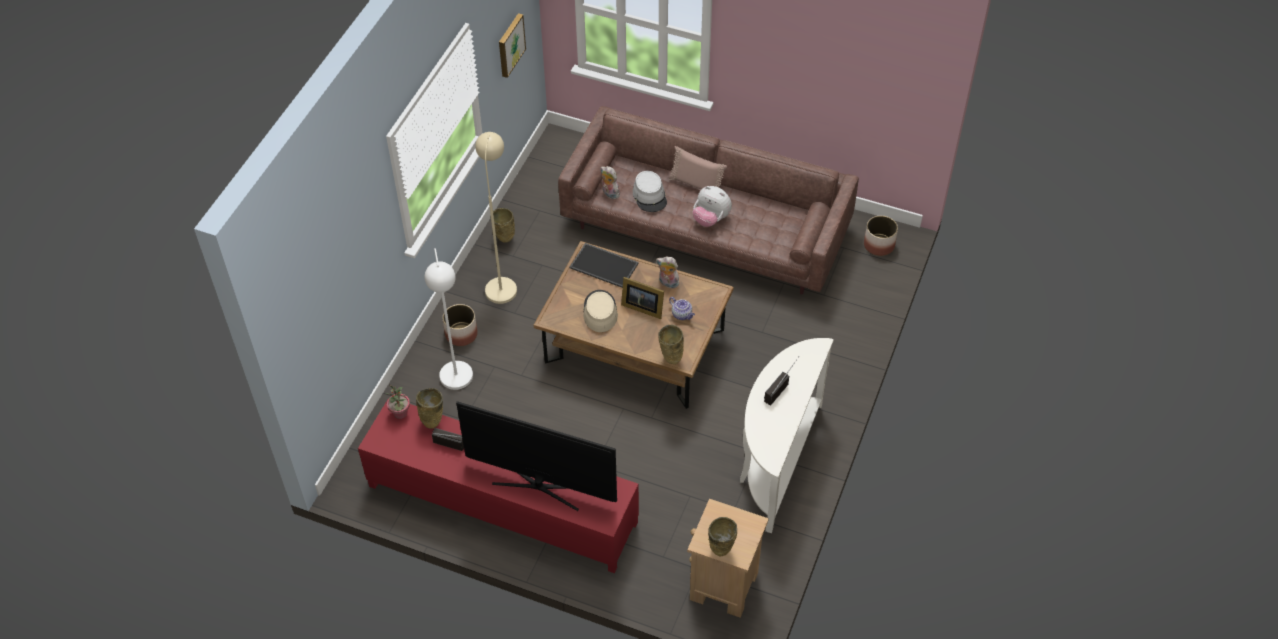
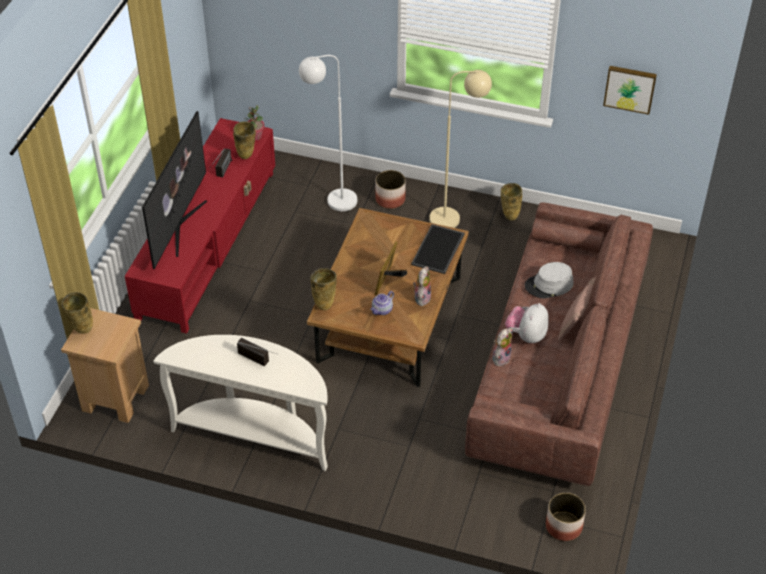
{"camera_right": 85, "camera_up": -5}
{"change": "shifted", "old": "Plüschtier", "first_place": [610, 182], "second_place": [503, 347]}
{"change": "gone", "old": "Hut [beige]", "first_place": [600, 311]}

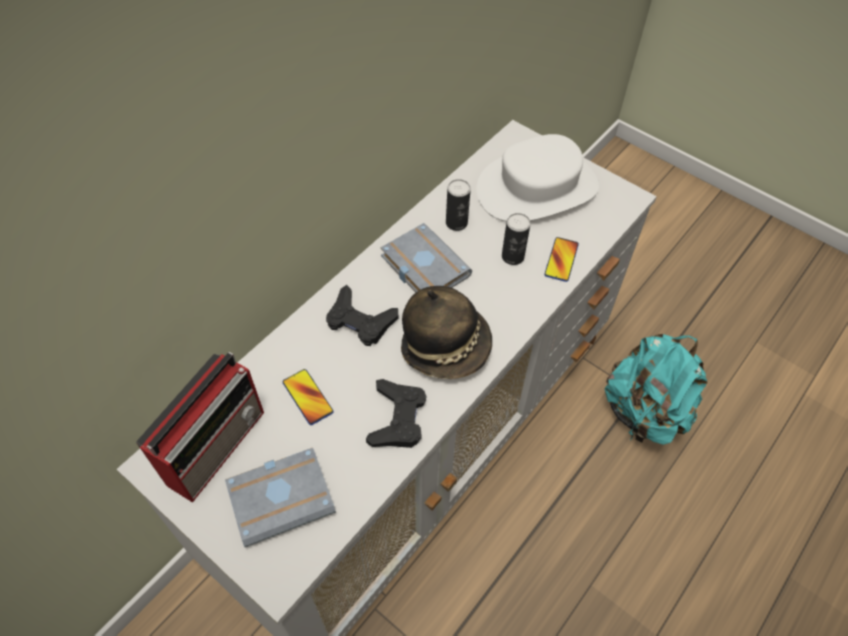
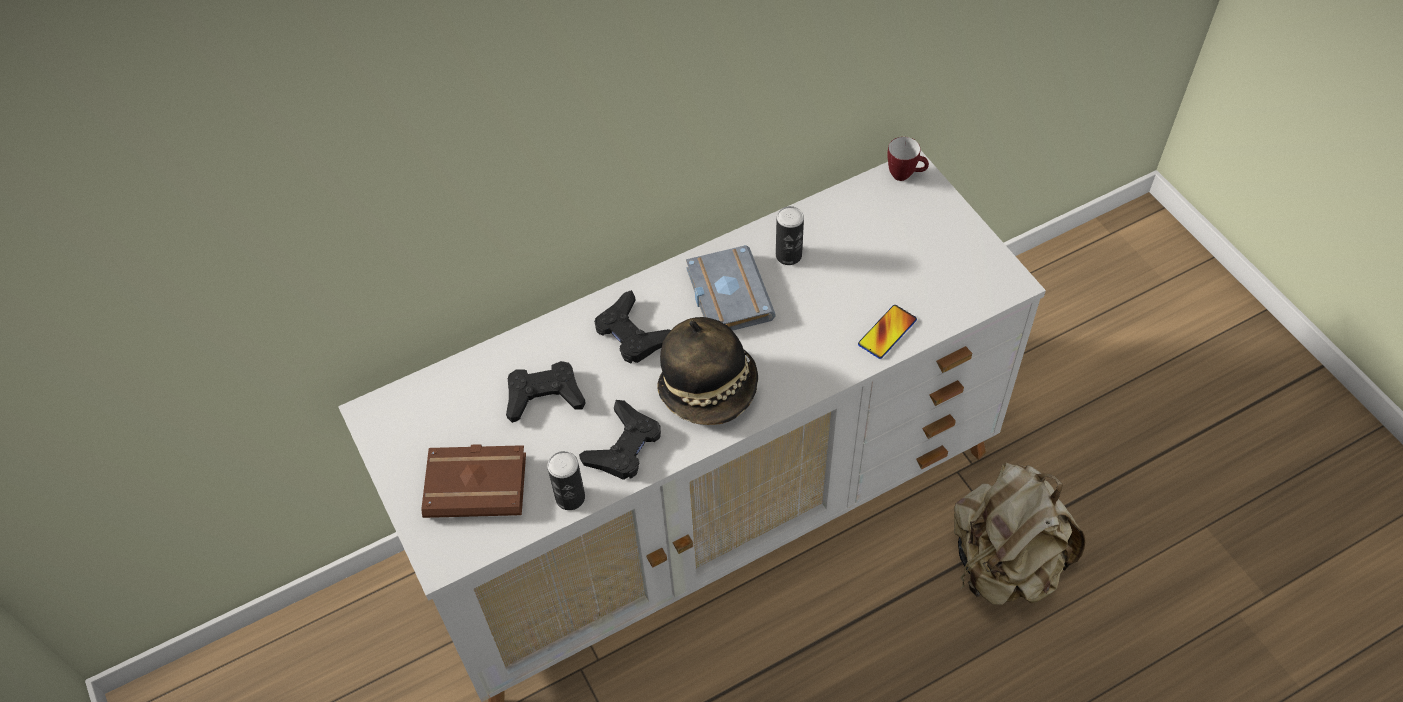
{"camera_right": 25, "camera_up": 0}
{"change": "gone", "old": "Hut [weiß]", "first_place": [538, 178]}
{"change": "shifted", "old": "Dose", "first_place": [516, 239], "second_place": [566, 480]}
{"change": "repainted", "old": "Rucksack [türkis]", "new": "Rucksack [beige]", "first_place": [656, 389], "second_place": [1020, 534]}
{"change": "gone", "old": "Radio", "first_place": [200, 427]}
{"change": "swapped", "old": "Handy", "new": "Gamepad [schwarz]", "first_place": [308, 397], "second_place": [546, 392]}
{"change": "repainted", "old": "Buch [grau]", "new": "Buch [braun]", "first_place": [280, 497], "second_place": [473, 481]}
{"change": "new", "new": "Henkelbecher", "second_place": [908, 159]}

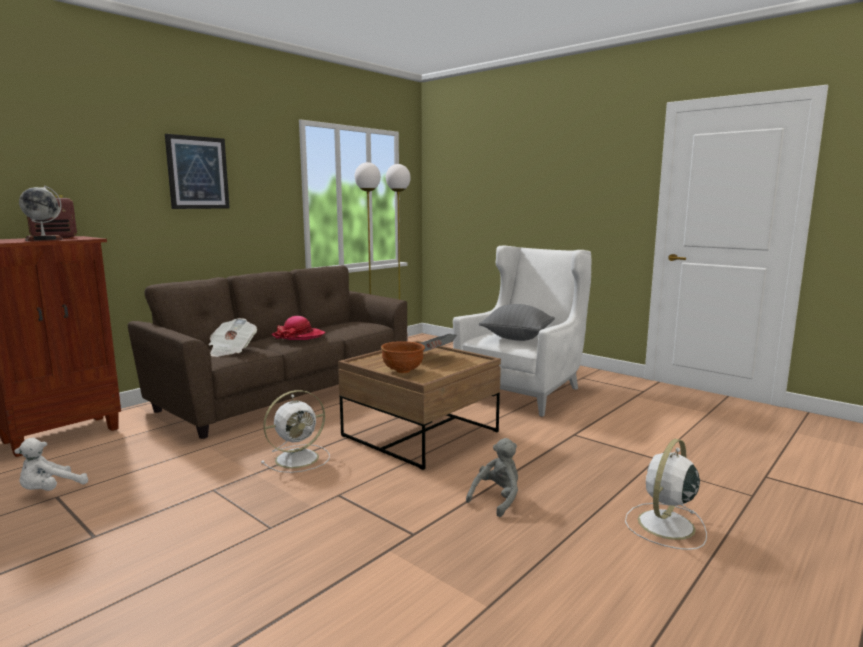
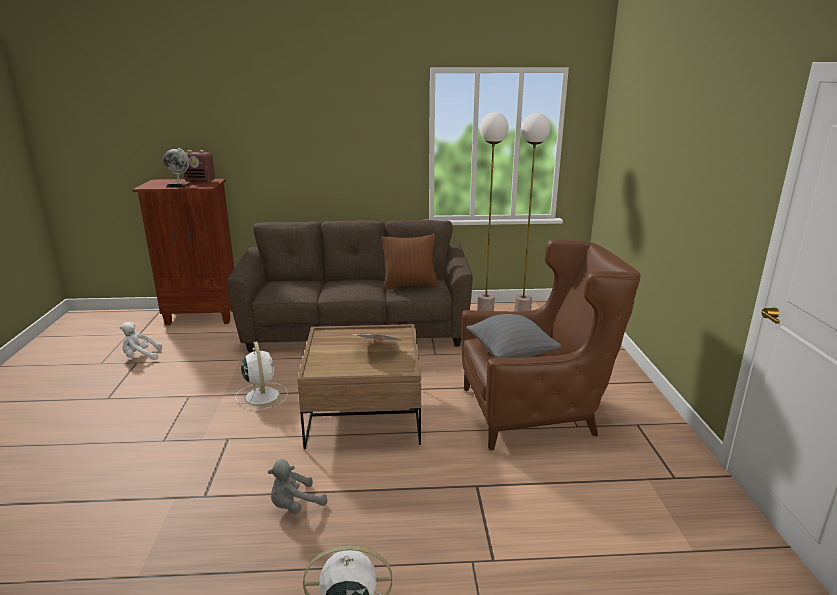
{"camera_right": 45, "camera_up": 10}
{"change": "gone", "old": "Bild", "first_place": [197, 171]}
{"change": "repainted", "old": "Sessel [weiß]", "new": "Sessel [braun]", "first_place": [522, 331], "second_place": [551, 344]}
{"change": "gone", "old": "Hut", "first_place": [298, 328]}
{"change": "gone", "old": "Zeitung", "first_place": [232, 337]}
{"change": "gone", "old": "Schüssel [braun]", "first_place": [403, 357]}
{"change": "rotated", "old": "Ventilator [weiß]", "first_place": [295, 431], "second_place": [261, 377], "degrees": -120}
{"change": "rotated", "old": "Plüschtier [grau]", "first_place": [492, 477], "second_place": [297, 486], "degrees": 150}
{"change": "new", "new": "Kissen [braun]", "second_place": [409, 261]}

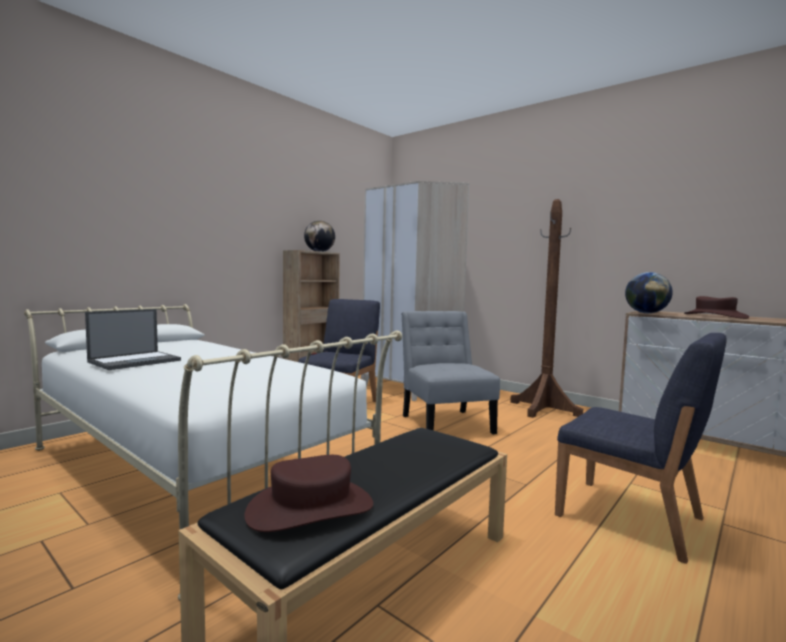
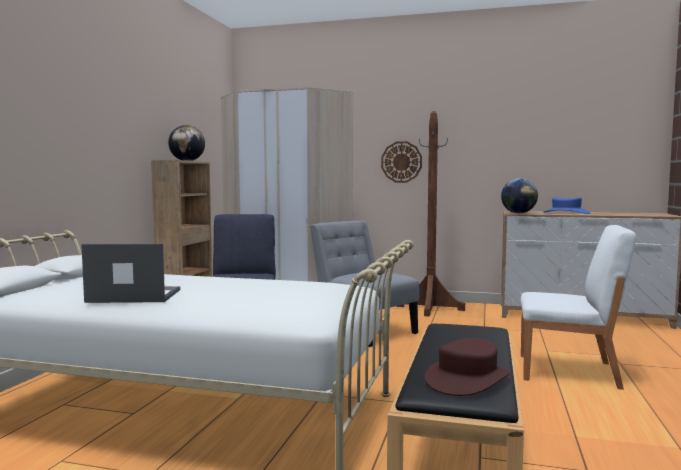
{"camera_right": -25, "camera_up": 0}
{"change": "repainted", "old": "Hut [braun]", "new": "Hut [blau]", "first_place": [716, 307], "second_place": [567, 205]}
{"change": "rotated", "old": "Laptop", "first_place": [133, 339], "second_place": [130, 273], "degrees": -105}
{"change": "repainted", "old": "Stuhl [blau]", "new": "Stuhl [weiß]", "first_place": [641, 448], "second_place": [578, 307]}
{"change": "new", "new": "Wanduhr", "second_place": [401, 162]}

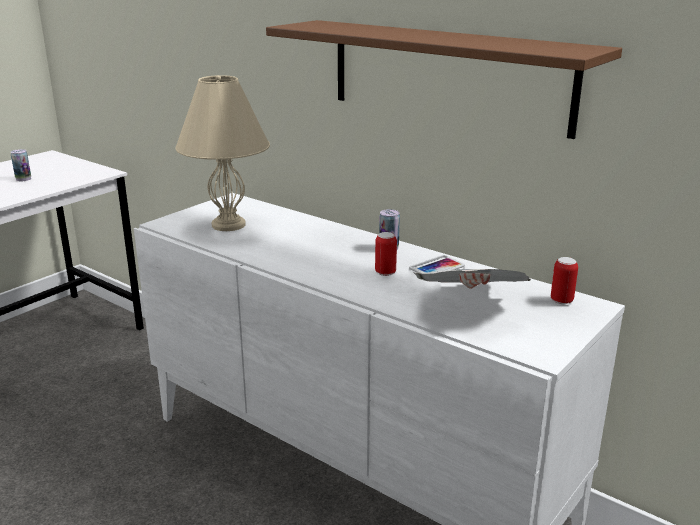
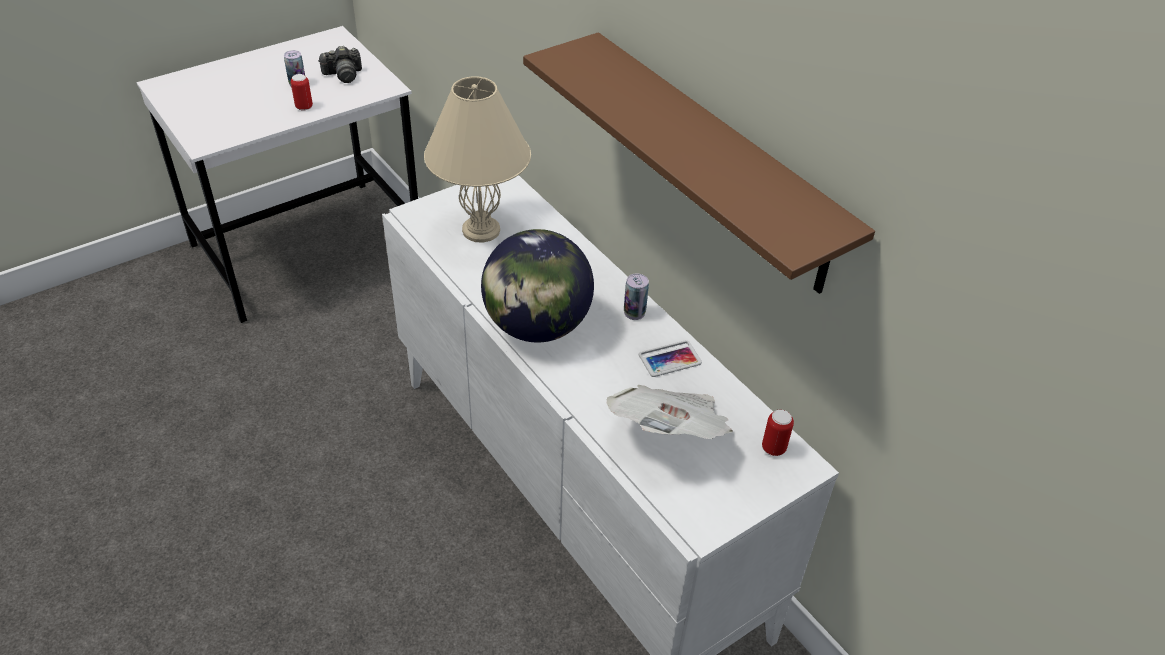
{"camera_right": 15, "camera_up": 20}
{"change": "shifted", "old": "Dose", "first_place": [386, 254], "second_place": [302, 92]}
{"change": "new", "new": "Kamera", "second_place": [340, 64]}
{"change": "new", "new": "Globus", "second_place": [537, 286]}

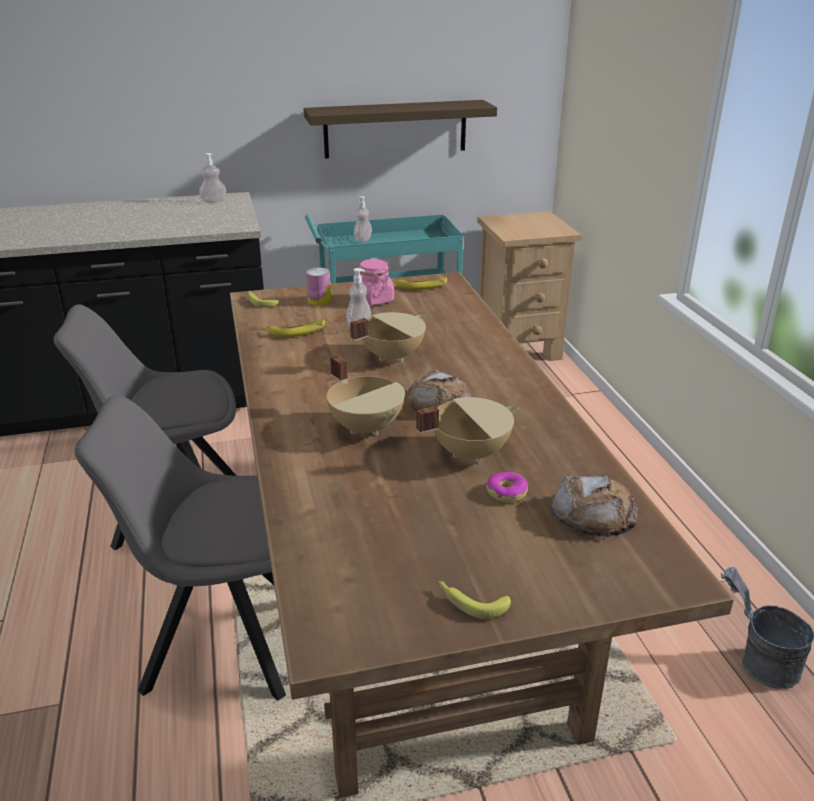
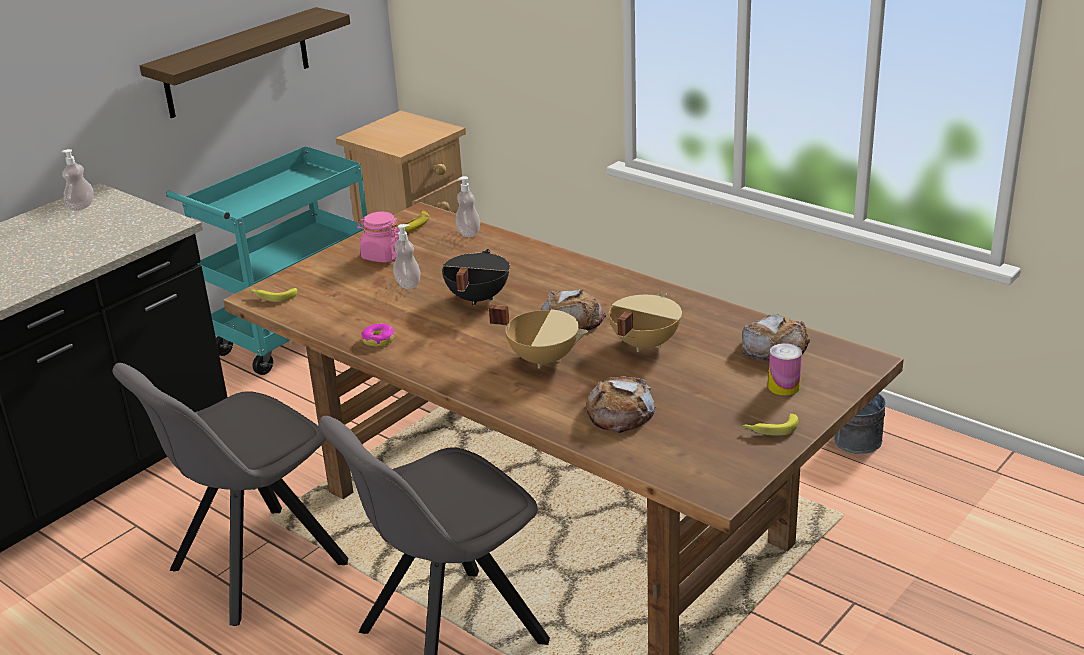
{"camera_right": -35, "camera_up": 0}
{"change": "shifted", "old": "Seifenspender", "first_place": [363, 219], "second_place": [467, 206]}
{"change": "shifted", "old": "Dose", "first_place": [318, 287], "second_place": [785, 369]}
{"change": "repainted", "old": "Kochtopf [beige]", "new": "Kochtopf [schwarz]", "first_place": [388, 337], "second_place": [476, 277]}
{"change": "gone", "old": "Banane", "first_place": [294, 328]}
{"change": "shifted", "old": "Donut", "first_place": [507, 487], "second_place": [377, 335]}
{"change": "new", "new": "Brot", "second_place": [619, 404]}

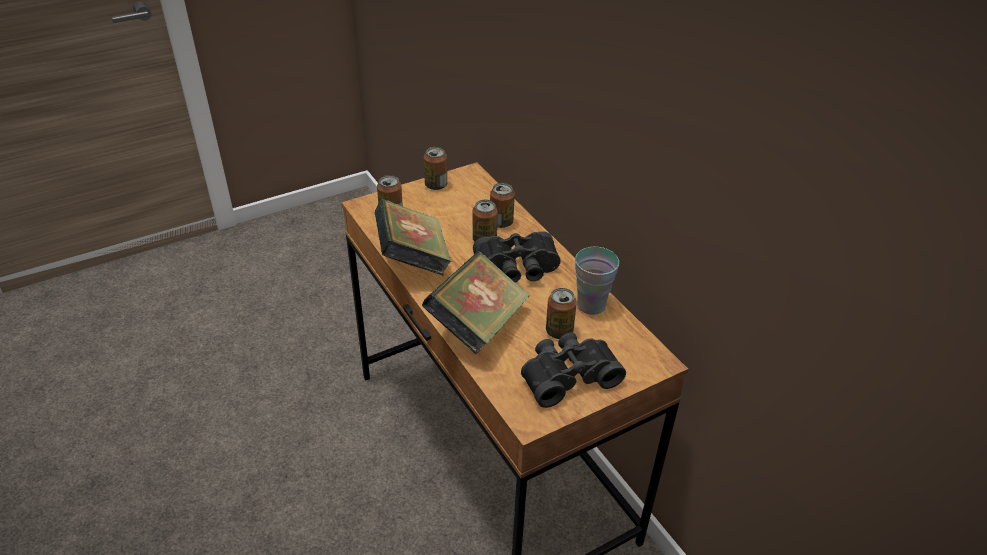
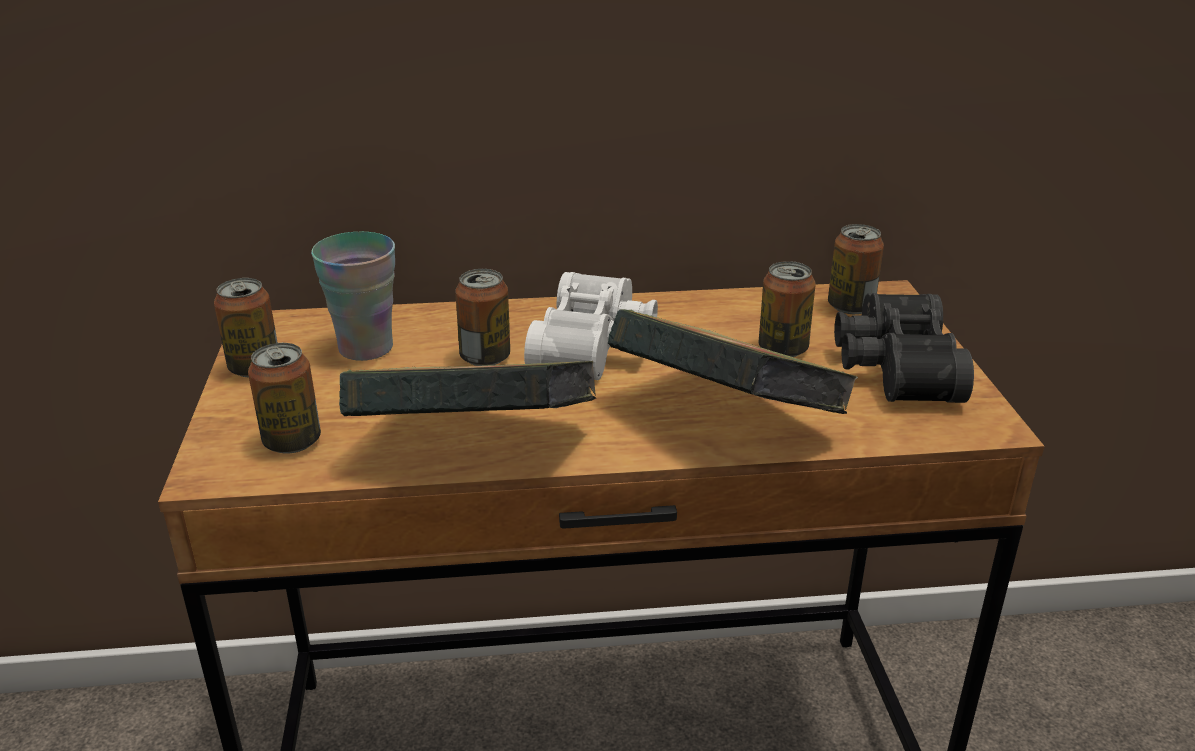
{"camera_right": -65, "camera_up": -10}
{"change": "shifted", "old": "Dose", "first_place": [502, 205], "second_place": [856, 269]}
{"change": "repainted", "old": "Fernglas [schwarz]", "new": "Fernglas [weiß]", "first_place": [517, 257], "second_place": [591, 326]}
{"change": "shifted", "old": "Tasse", "first_place": [597, 281], "second_place": [353, 296]}

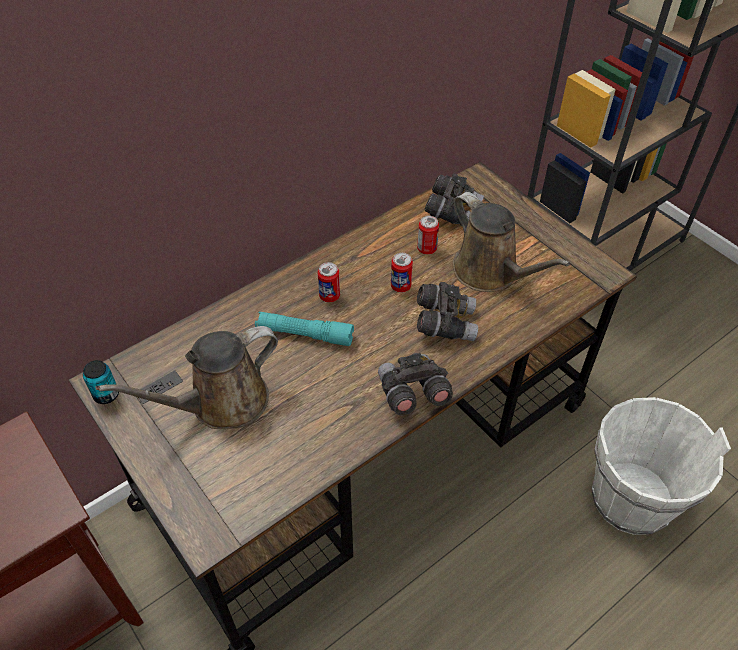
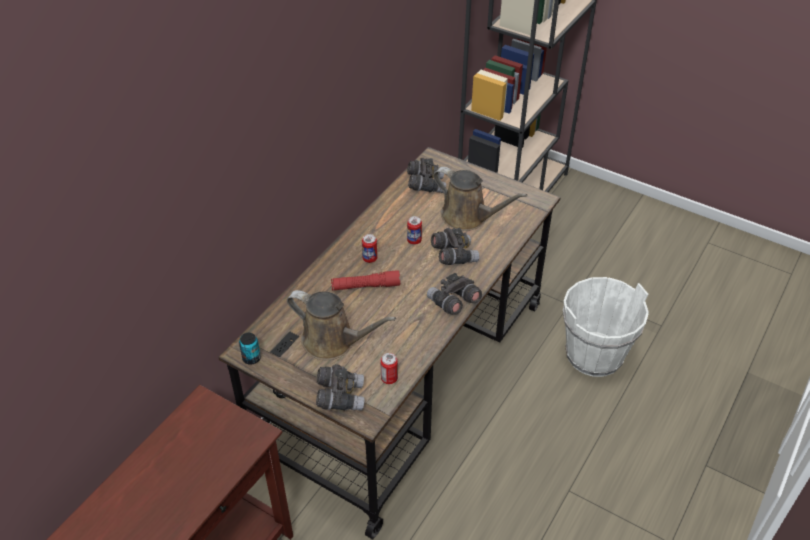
{"camera_right": -20, "camera_up": -5}
{"change": "shifted", "old": "Dose", "first_place": [428, 235], "second_place": [389, 368]}
{"change": "repainted", "old": "Taschenlampe [türkis]", "new": "Taschenlampe [rot]", "first_place": [304, 329], "second_place": [365, 280]}
{"change": "rotated", "old": "Gießkanne [braun]", "first_place": [188, 377], "second_place": [341, 325], "degrees": -105}
{"change": "new", "new": "Fernglas [grau]", "second_place": [340, 387]}

